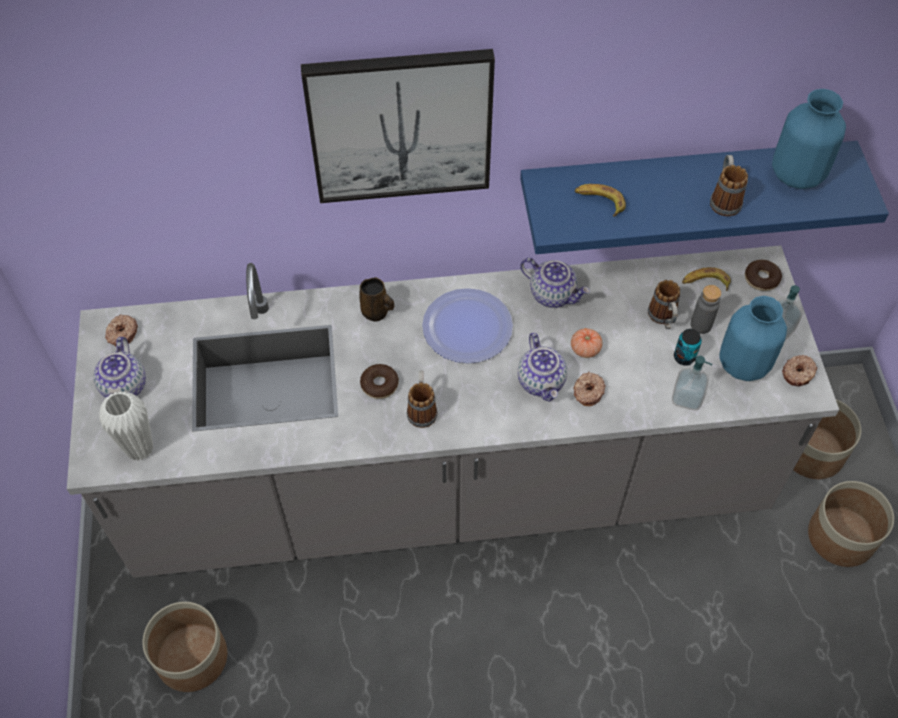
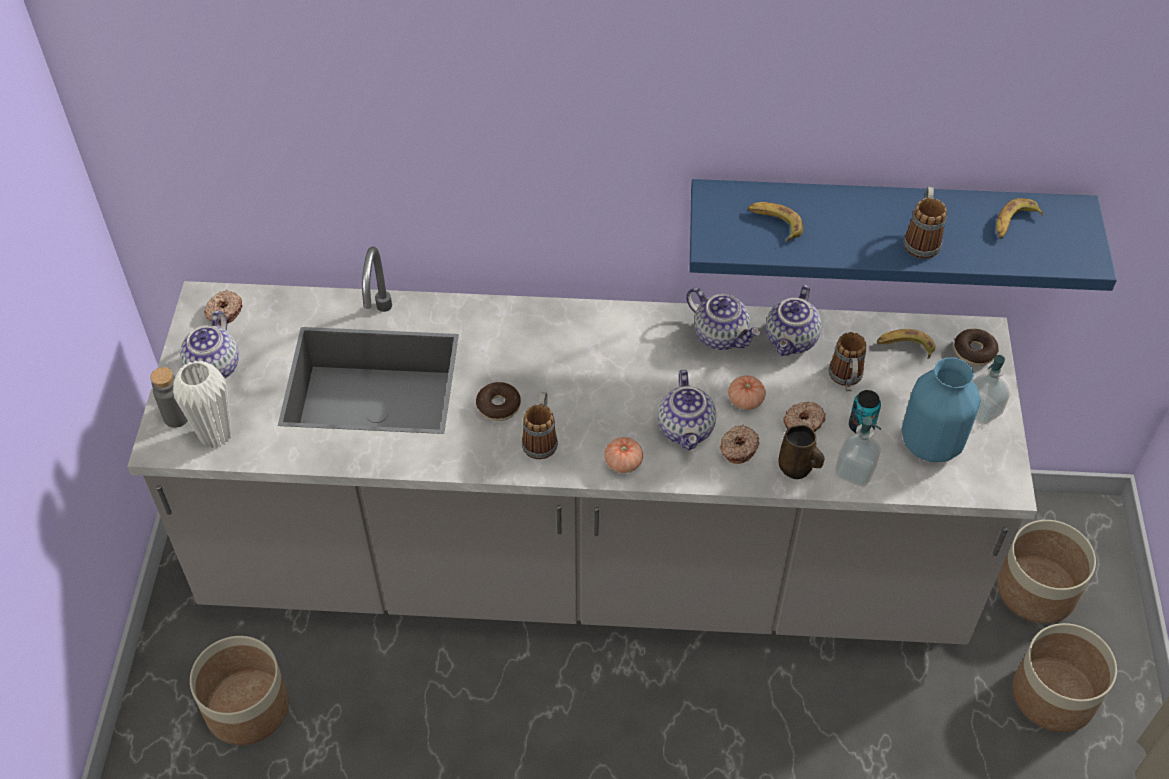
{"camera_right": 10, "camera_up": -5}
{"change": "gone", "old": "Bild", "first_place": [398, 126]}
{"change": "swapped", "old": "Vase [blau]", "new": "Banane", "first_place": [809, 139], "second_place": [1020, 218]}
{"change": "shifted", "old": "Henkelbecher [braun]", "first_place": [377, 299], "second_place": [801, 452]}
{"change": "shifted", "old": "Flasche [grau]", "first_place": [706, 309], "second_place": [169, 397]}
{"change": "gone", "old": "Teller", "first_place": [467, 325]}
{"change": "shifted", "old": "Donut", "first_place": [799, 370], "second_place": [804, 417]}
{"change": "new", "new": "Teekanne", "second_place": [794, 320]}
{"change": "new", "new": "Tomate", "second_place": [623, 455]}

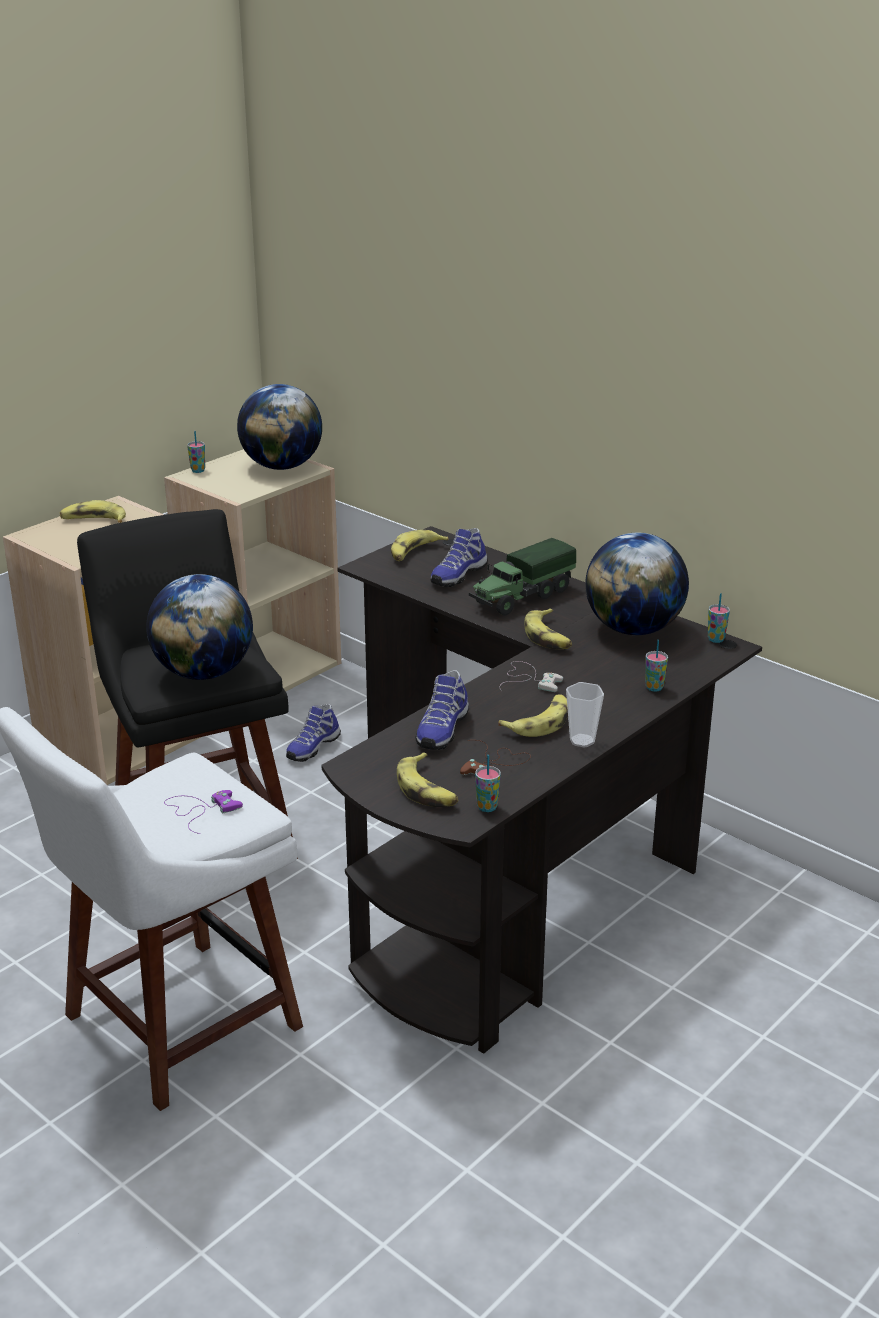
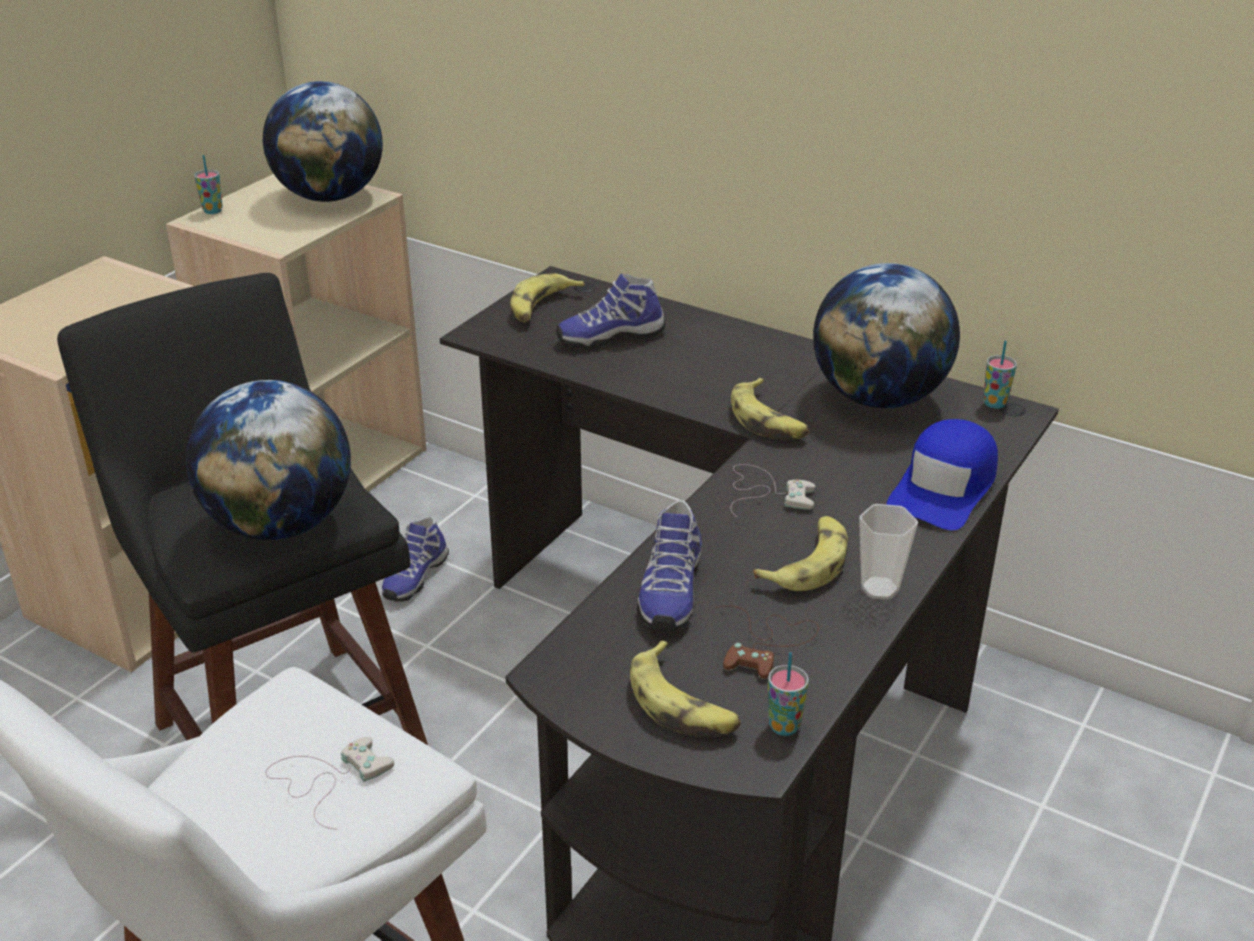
{"camera_right": -10, "camera_up": 5}
{"change": "gone", "old": "Banane", "first_place": [93, 511]}
{"change": "rotated", "old": "Schuh", "first_place": [459, 557], "second_place": [610, 311], "degrees": 45}
{"change": "gone", "old": "Spielzeuglaster", "first_place": [522, 576]}
{"change": "swapped", "old": "Tasse", "new": "Kappe [blau]", "first_place": [656, 666], "second_place": [942, 474]}
{"change": "repainted", "old": "Gamepad [lila]", "new": "Gamepad [weiß]", "first_place": [203, 812], "second_place": [329, 783]}

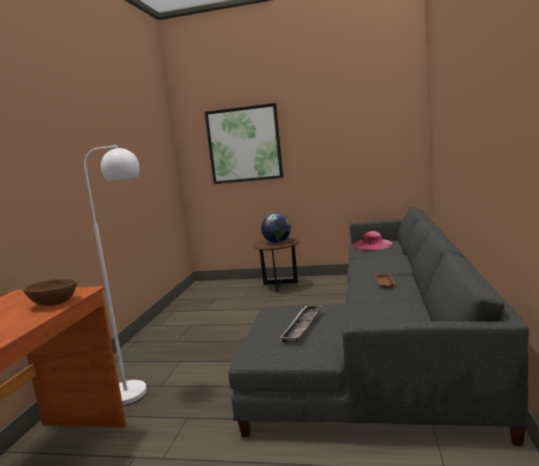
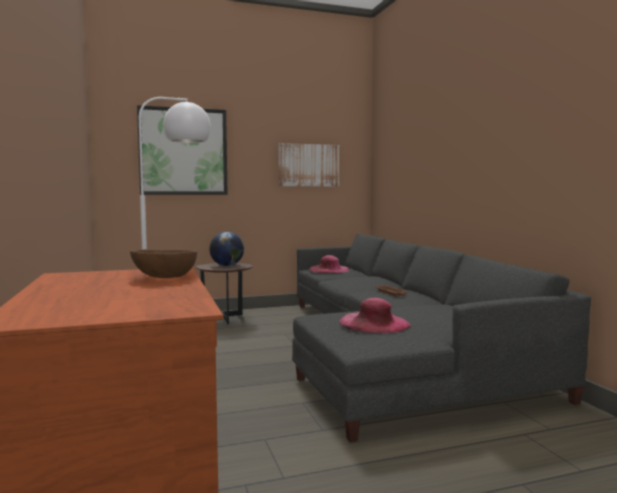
{"camera_right": -30, "camera_up": -5}
{"change": "swapped", "old": "Tablett", "new": "Hut [rosa]", "first_place": [301, 324], "second_place": [375, 315]}
{"change": "new", "new": "Bild", "second_place": [308, 165]}

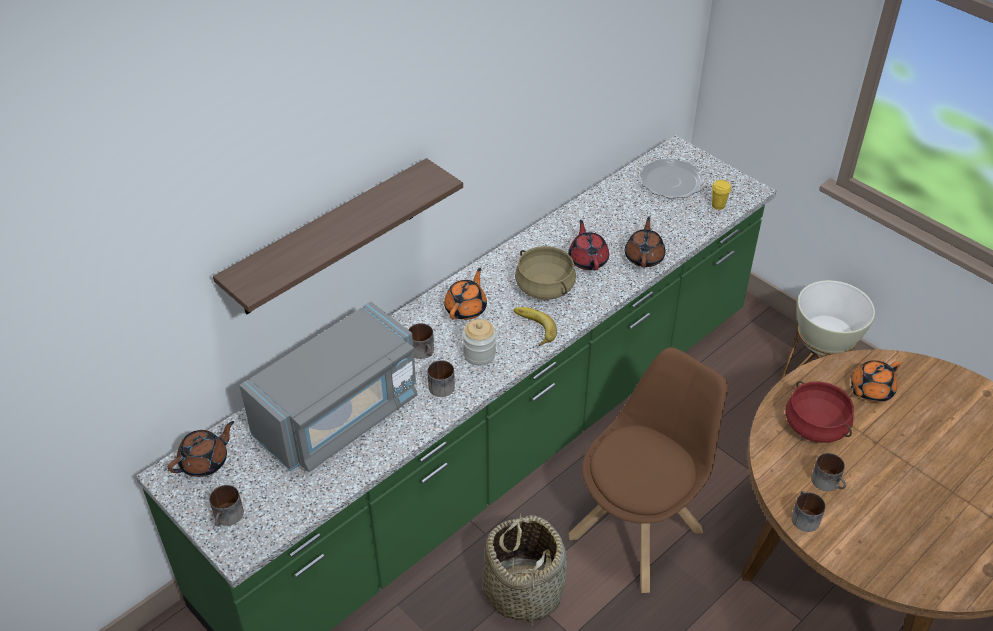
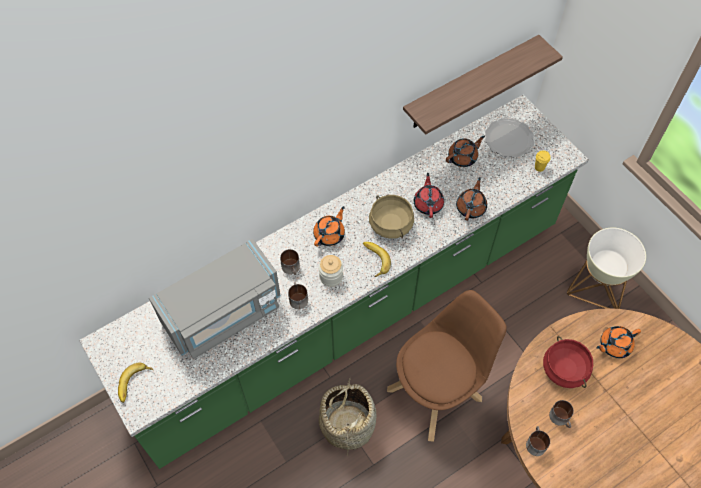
{"camera_right": 10, "camera_up": 15}
{"change": "shifted", "old": "Wandregal", "first_place": [338, 236], "second_place": [483, 85]}
{"change": "shifted", "old": "Teekanne [braun]", "first_place": [201, 449], "second_place": [465, 151]}
{"change": "swapped", "old": "Henkelbecher", "new": "Banane", "first_place": [226, 506], "second_place": [135, 383]}

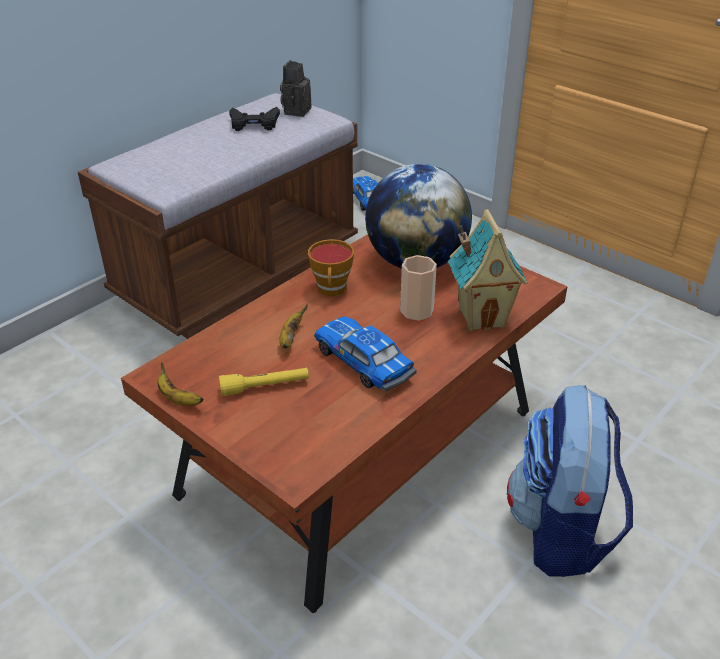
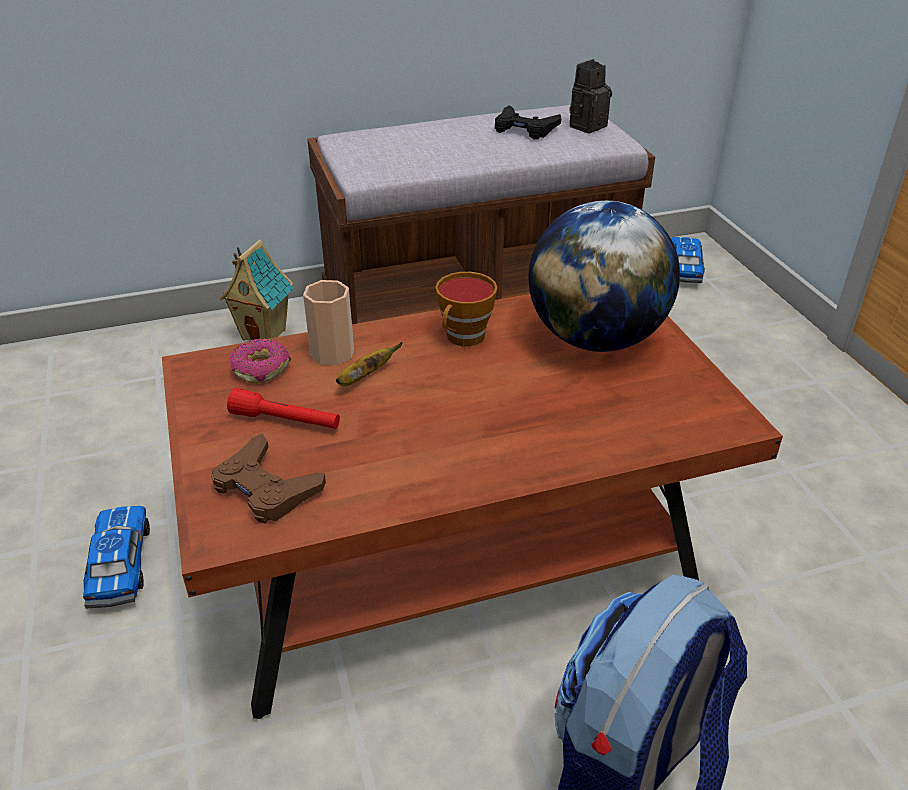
{"camera_right": 30, "camera_up": 0}
{"change": "shifted", "old": "Spielzeughaus", "first_place": [488, 270], "second_place": [257, 290]}
{"change": "shifted", "old": "Tasse", "first_place": [418, 288], "second_place": [328, 322]}
{"change": "shifted", "old": "Spielzeugauto", "first_place": [365, 354], "second_place": [116, 557]}
{"change": "gone", "old": "Banane", "first_place": [180, 384]}
{"change": "repainted", "old": "Taschenlampe [gelb]", "new": "Taschenlampe [rot]", "first_place": [264, 382], "second_place": [283, 408]}
{"change": "new", "new": "Donut", "second_place": [260, 361]}
{"change": "new", "new": "Gamepad [braun]", "second_place": [268, 478]}

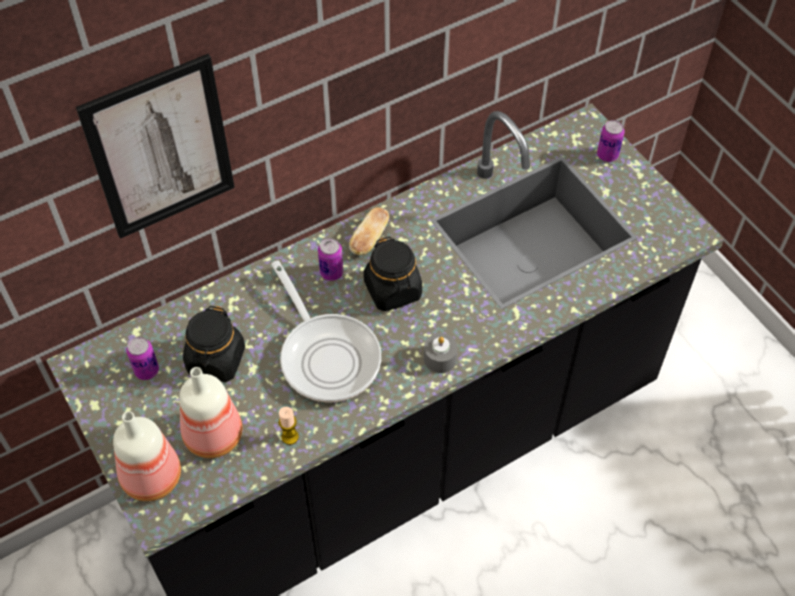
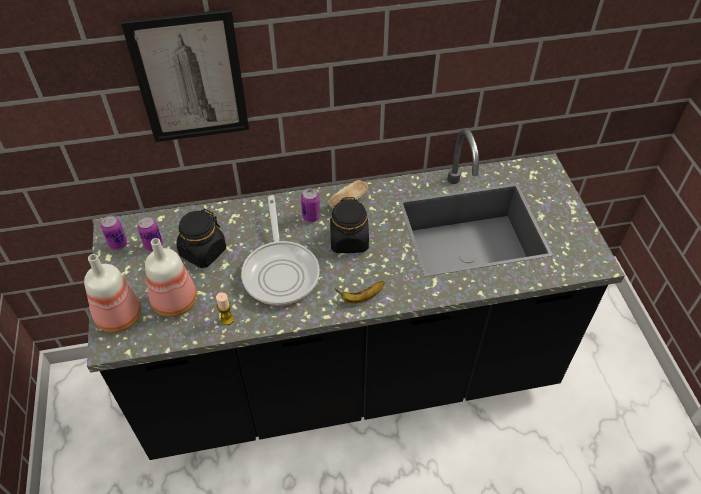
{"camera_right": 20, "camera_up": -5}
{"change": "shifted", "old": "Dose", "first_place": [611, 141], "second_place": [114, 232]}
{"change": "swapped", "old": "Kerze [grau]", "new": "Banane", "first_place": [441, 353], "second_place": [360, 292]}

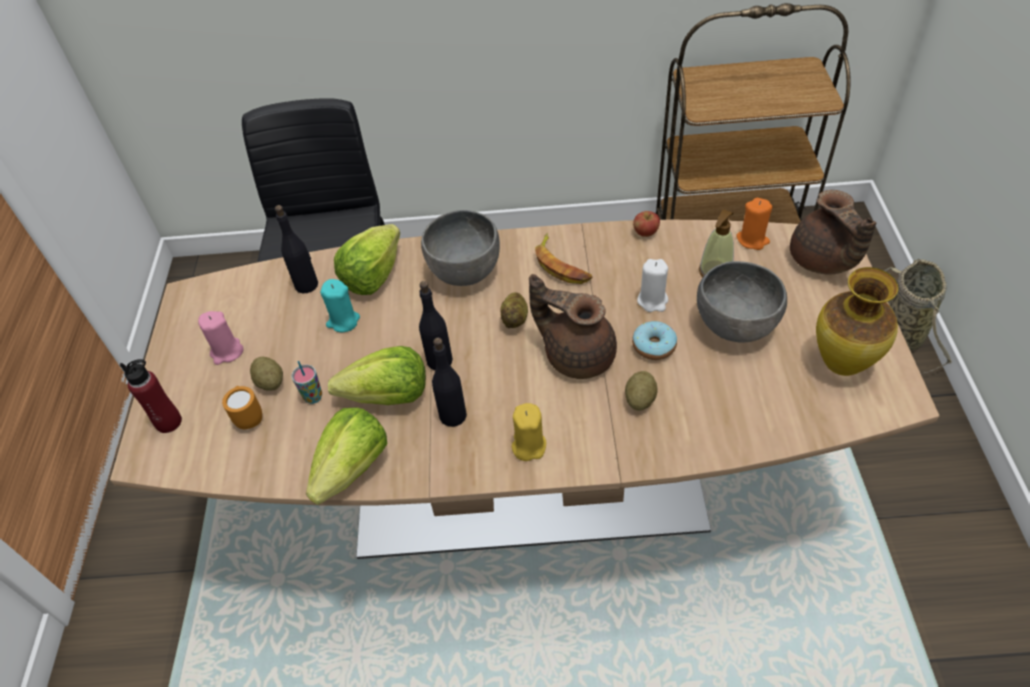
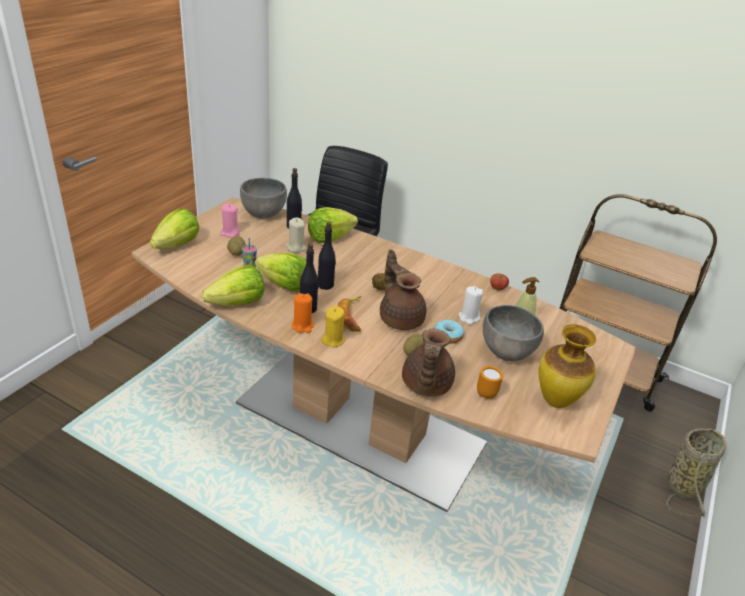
{"camera_right": 25, "camera_up": -15}
{"change": "shifted", "old": "Teekanne [braun]", "first_place": [833, 232], "second_place": [428, 363]}
{"change": "shifted", "old": "Kerze [orange]", "first_place": [754, 224], "second_place": [303, 313]}
{"change": "shifted", "old": "Schüssel [grau]", "first_place": [460, 248], "second_place": [263, 198]}
{"change": "shifted", "old": "Banane", "first_place": [563, 258], "second_place": [349, 314]}
{"change": "repainted", "old": "Kerze [türkis]", "new": "Kerze [beige]", "first_place": [340, 305], "second_place": [296, 235]}
{"change": "swapped", "old": "Flasche [rot]", "new": "Salatkopf", "first_place": [151, 396], "second_place": [174, 228]}
{"change": "shifted", "old": "Henkelbecher [orange]", "first_place": [242, 407], "second_place": [490, 382]}

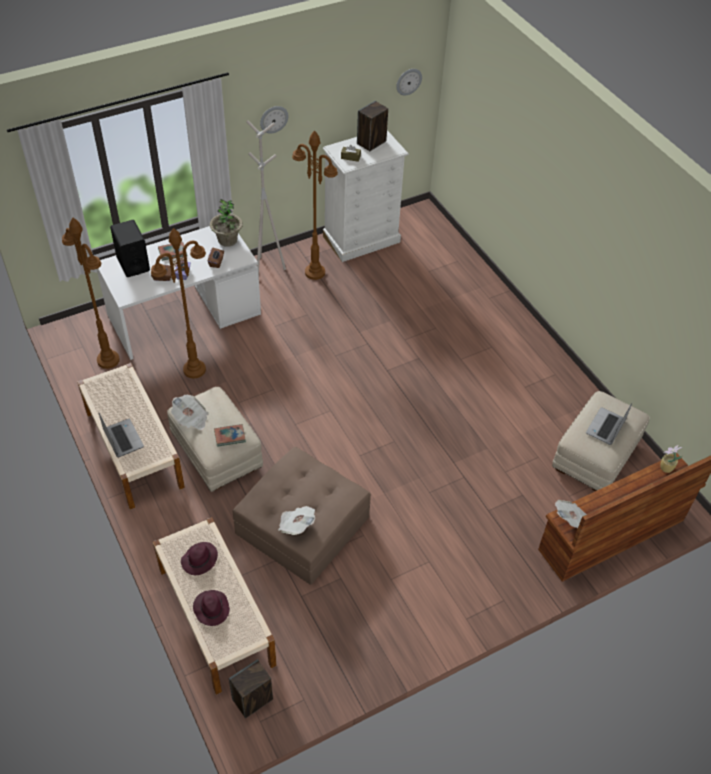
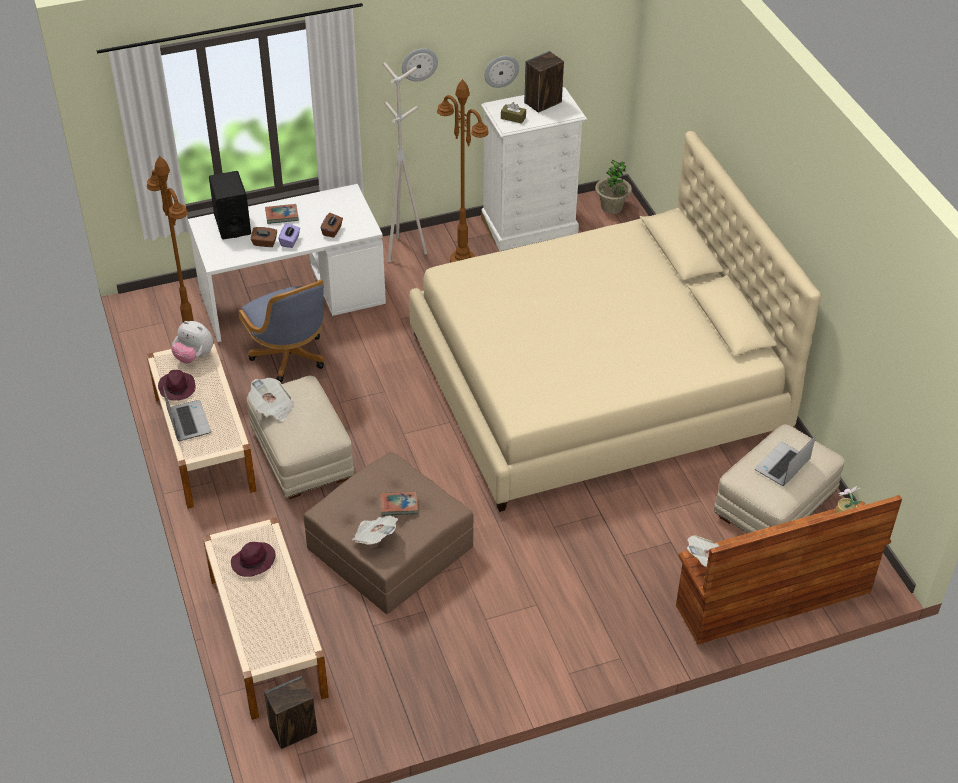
{"camera_right": 10, "camera_up": -5}
{"change": "shifted", "old": "Wanduhr", "first_place": [409, 82], "second_place": [501, 72]}
{"change": "shifted", "old": "Topfpflanze", "first_place": [226, 223], "second_place": [613, 187]}
{"change": "swapped", "old": "Stehlampe [braun]", "new": "Bürostuhl [blau]", "first_place": [178, 303], "second_place": [281, 331]}
{"change": "shifted", "old": "Buch", "first_place": [230, 435], "second_place": [399, 503]}
{"change": "shifted", "old": "Hut [lila]", "first_place": [211, 608], "second_place": [176, 385]}
{"change": "new", "new": "Bett [beige]", "second_place": [615, 321]}
{"change": "new", "new": "Plüschtier", "second_place": [192, 342]}

